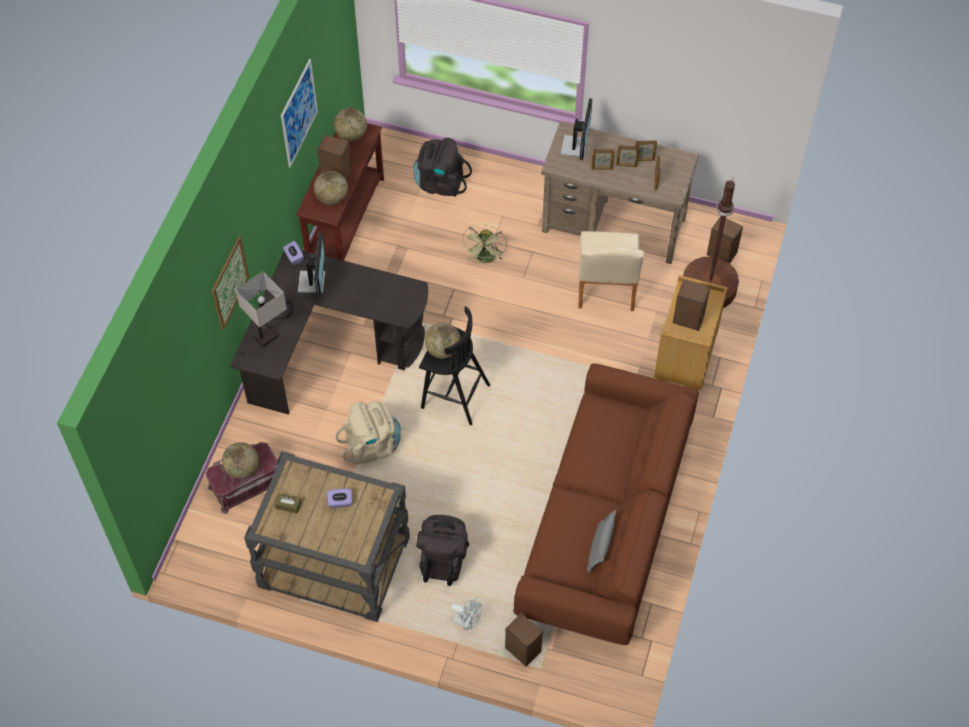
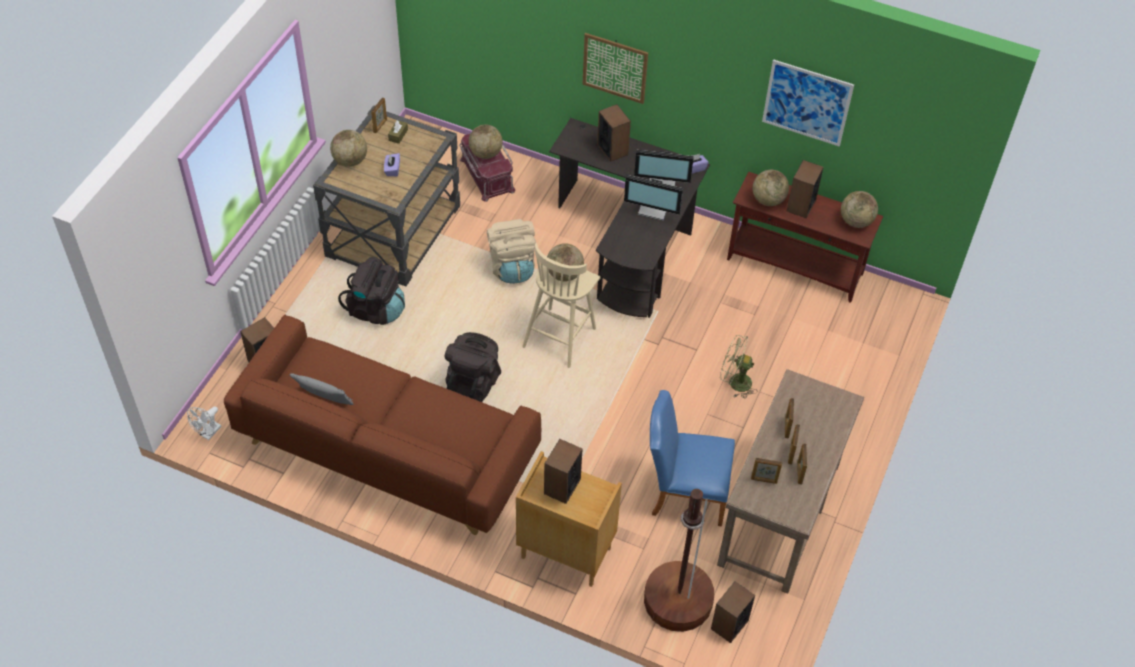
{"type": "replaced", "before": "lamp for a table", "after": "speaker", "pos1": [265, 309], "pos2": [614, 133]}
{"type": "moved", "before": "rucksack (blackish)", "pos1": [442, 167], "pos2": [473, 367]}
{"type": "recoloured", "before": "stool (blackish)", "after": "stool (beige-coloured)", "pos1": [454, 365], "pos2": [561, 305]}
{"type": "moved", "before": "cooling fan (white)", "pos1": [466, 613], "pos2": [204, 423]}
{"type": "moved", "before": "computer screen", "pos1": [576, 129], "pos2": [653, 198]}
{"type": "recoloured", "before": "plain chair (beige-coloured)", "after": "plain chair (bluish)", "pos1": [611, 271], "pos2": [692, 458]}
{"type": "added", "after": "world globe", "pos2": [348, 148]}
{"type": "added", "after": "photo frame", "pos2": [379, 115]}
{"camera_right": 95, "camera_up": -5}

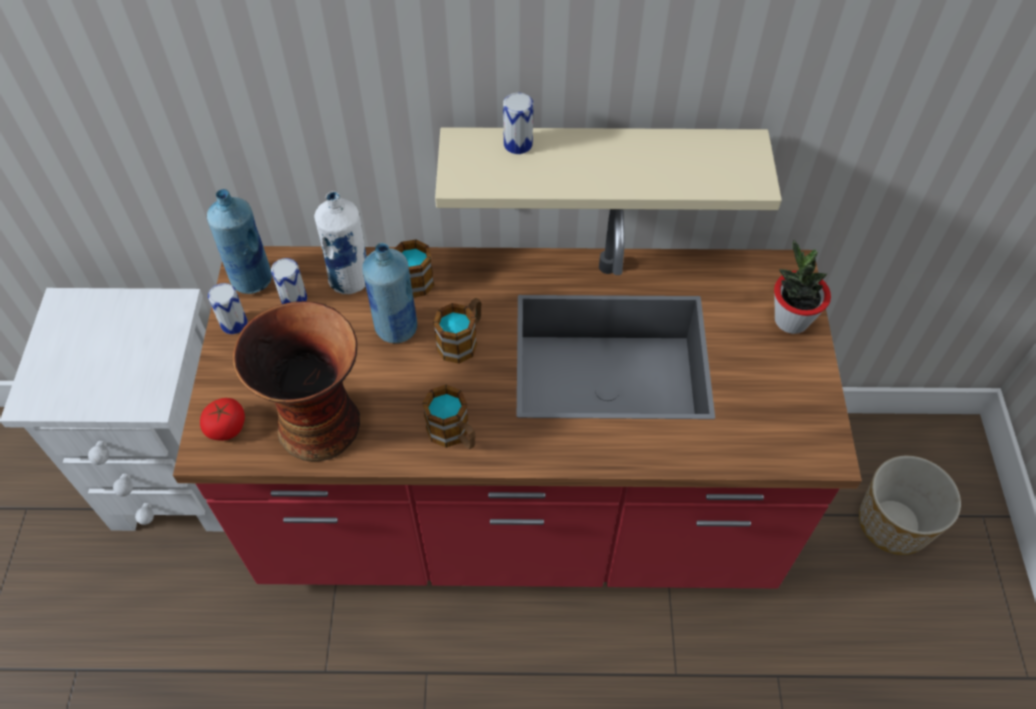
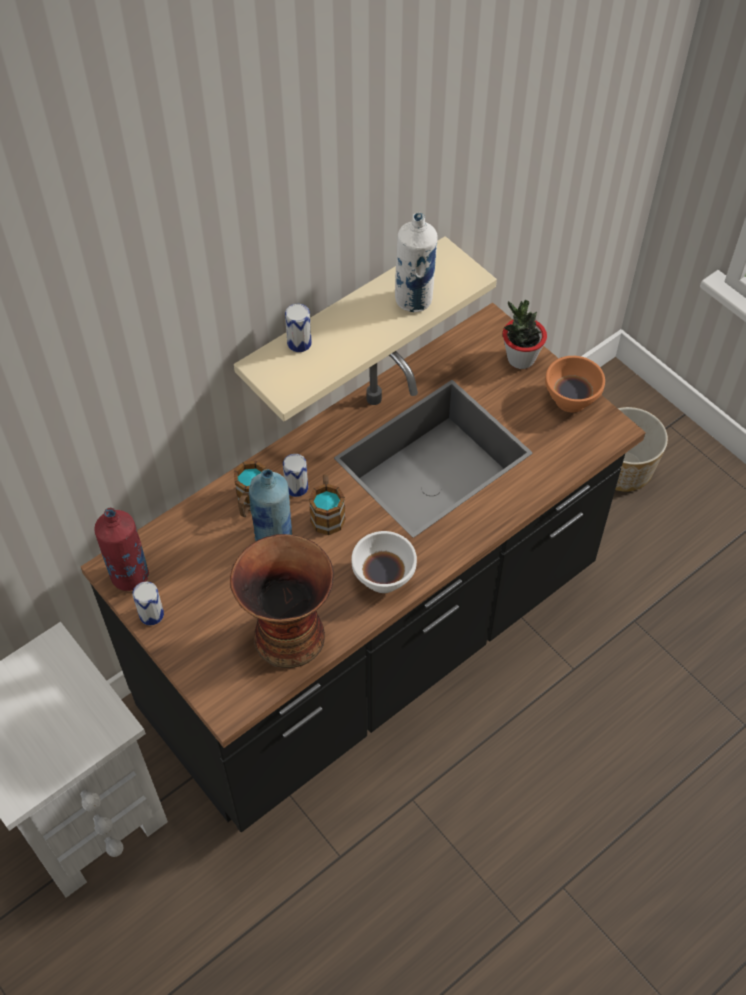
{"type": "recoloured", "before": "counter (red)", "after": "counter (blackish)", "pos1": [517, 398], "pos2": [363, 567]}
{"type": "removed", "before": "tomato", "pos1": [222, 419]}
{"type": "recoloured", "before": "bottle (bluish)", "after": "bottle (red)", "pos1": [239, 241], "pos2": [121, 549]}
{"type": "moved", "before": "can", "pos1": [289, 281], "pos2": [295, 475]}
{"type": "moved", "before": "bottle (white)", "pos1": [340, 242], "pos2": [416, 262]}
{"type": "replaced", "before": "coffee mug", "after": "serving bowl (white)", "pos1": [449, 417], "pos2": [384, 562]}
{"type": "added", "after": "serving bowl (orange-coloured)", "pos2": [575, 384]}
{"camera_right": -40, "camera_up": 0}

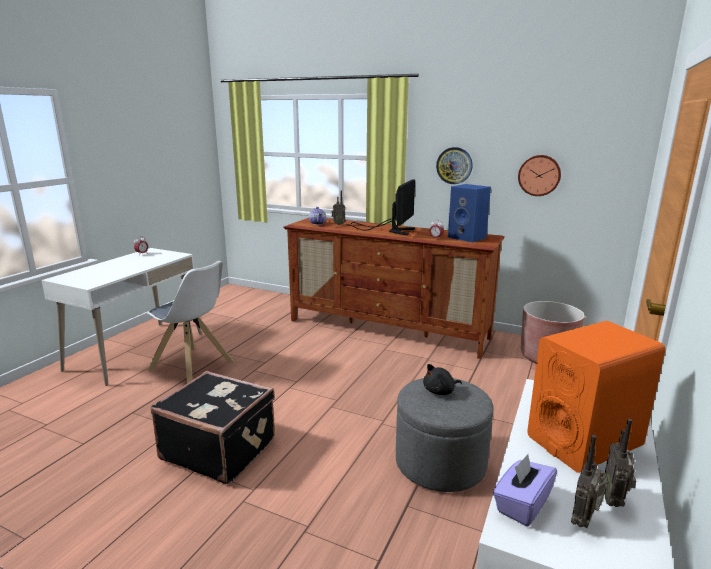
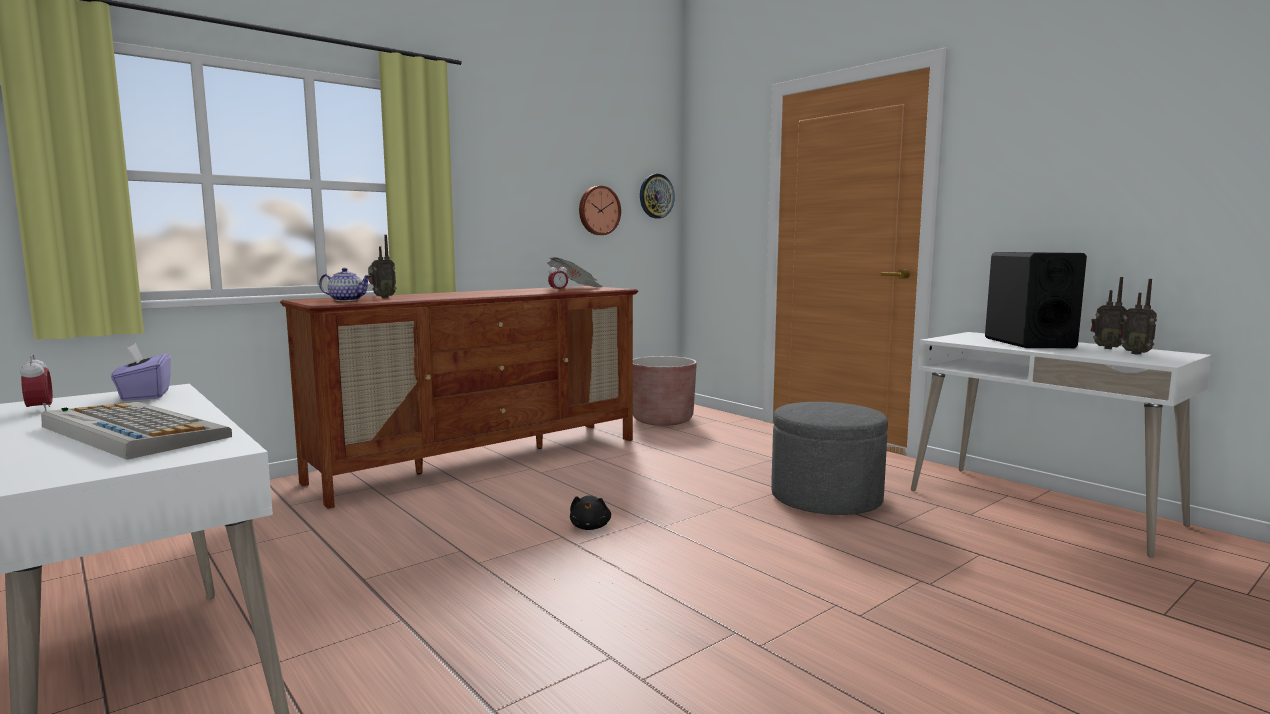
{"type": "removed", "before": "plain chair", "pos1": [190, 322]}
{"type": "removed", "before": "piece of luggage (blackish)", "pos1": [213, 427]}
{"type": "removed", "before": "computer screen", "pos1": [381, 208]}
{"type": "moved", "before": "soft toy (blackish)", "pos1": [442, 379], "pos2": [590, 512]}
{"type": "moved", "before": "wall clock", "pos1": [454, 165], "pos2": [657, 196]}
{"type": "replaced", "before": "speaker (bluish)", "after": "newspaper", "pos1": [469, 213], "pos2": [575, 272]}
{"type": "moved", "before": "tissue box (purplish)", "pos1": [525, 490], "pos2": [141, 372]}
{"type": "recoloured", "before": "speaker (orange-coloured)", "after": "speaker (blackish)", "pos1": [596, 397], "pos2": [1036, 300]}
{"type": "added", "after": "keyboard", "pos2": [136, 431]}
{"camera_right": -65, "camera_up": -10}

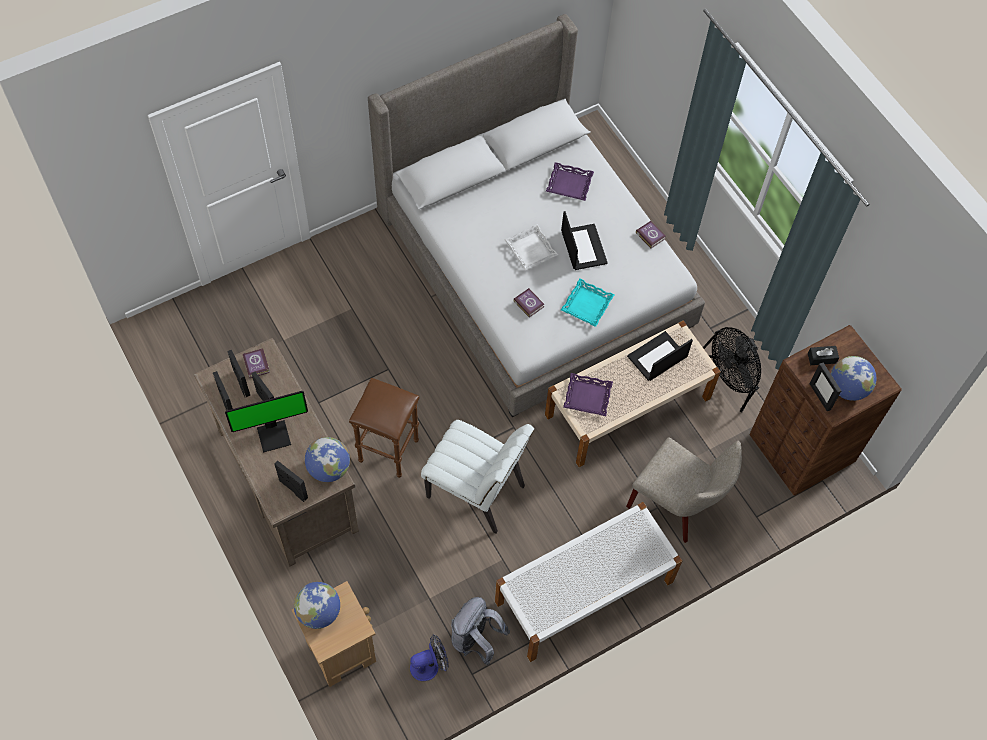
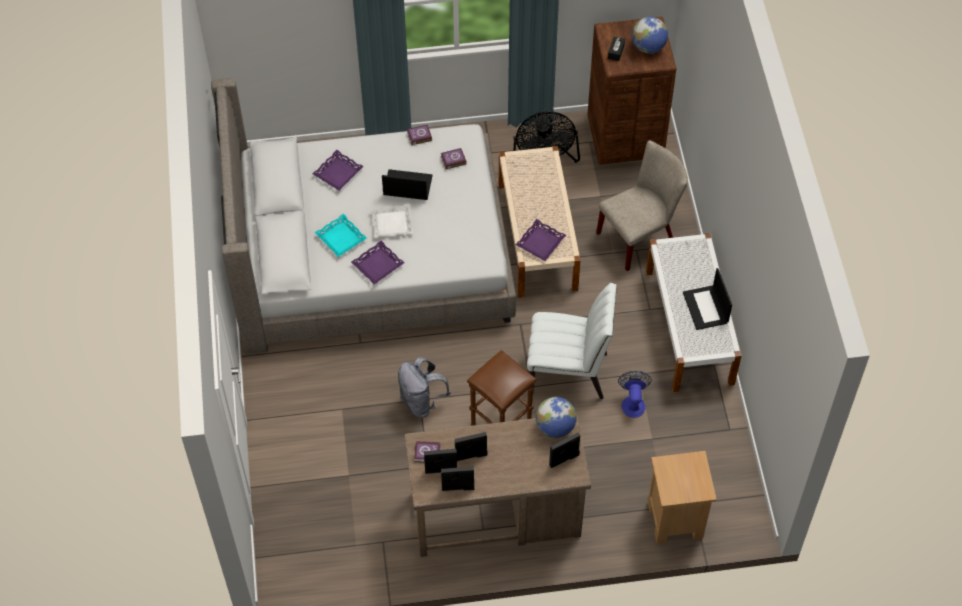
{"type": "removed", "before": "computer screen", "pos1": [266, 421]}
{"type": "removed", "before": "world globe", "pos1": [317, 605]}
{"type": "moved", "before": "cooling fan", "pos1": [429, 657], "pos2": [635, 394]}
{"type": "turned", "before": "plain chair (white)", "pos1": [477, 477], "pos2": [572, 341], "turn": 45}
{"type": "moved", "before": "rucksack (greyish)", "pos1": [480, 631], "pos2": [424, 387]}
{"type": "moved", "before": "bound book", "pos1": [528, 303], "pos2": [454, 158]}
{"type": "moved", "before": "carrying tray (turquoise)", "pos1": [588, 303], "pos2": [341, 235]}
{"type": "moved", "before": "laptop", "pos1": [660, 356], "pos2": [707, 299]}
{"type": "removed", "before": "photo frame", "pos1": [825, 387]}
{"type": "added", "after": "carrying tray (purplish)", "pos2": [378, 262]}
{"camera_right": -65, "camera_up": -5}

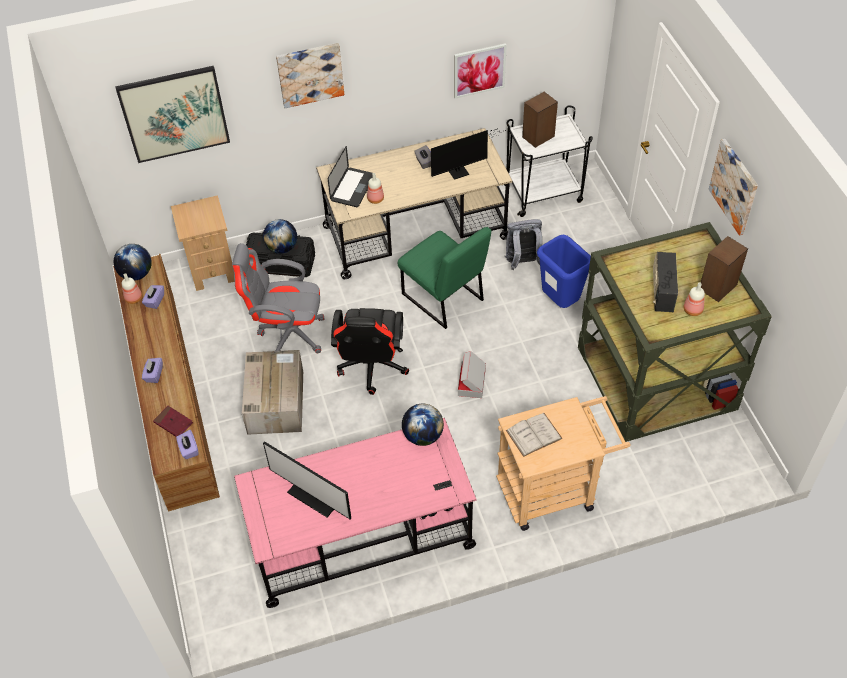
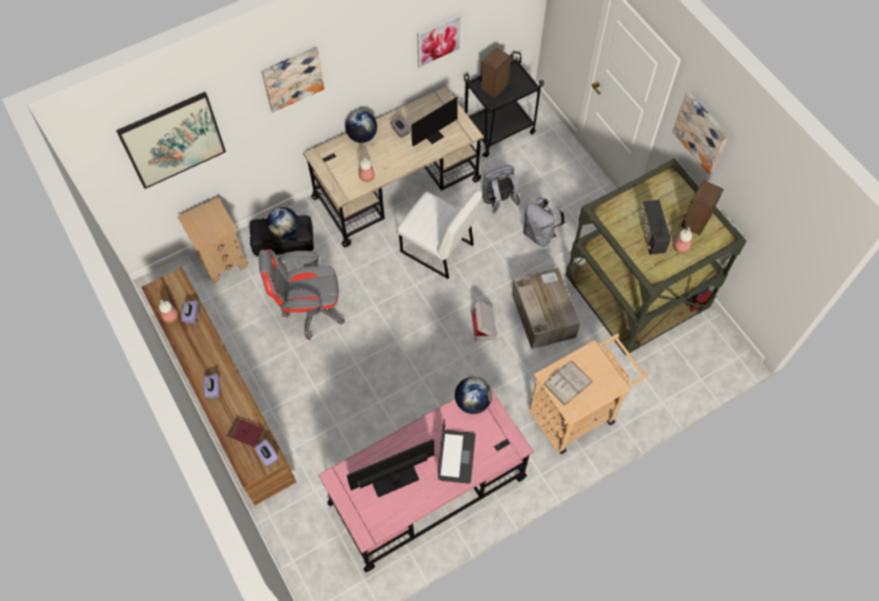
{"type": "moved", "before": "world globe", "pos1": [133, 262], "pos2": [361, 126]}
{"type": "moved", "before": "carton", "pos1": [272, 392], "pos2": [546, 308]}
{"type": "turned", "before": "computer screen", "pos1": [307, 480], "pos2": [390, 468], "turn": 135}
{"type": "moved", "before": "laptop", "pos1": [350, 176], "pos2": [456, 451]}
{"type": "removed", "before": "desk chair (blackish)", "pos1": [370, 351]}
{"type": "recoloured", "before": "plain chair (green-coloured)", "after": "plain chair (white)", "pos1": [444, 278], "pos2": [439, 235]}
{"type": "recoloured", "before": "trolley (white)", "after": "trolley (blackish)", "pos1": [549, 161], "pos2": [504, 104]}
{"type": "replaced", "before": "waste bin (bluish)", "after": "rucksack (greyish)", "pos1": [564, 271], "pos2": [544, 222]}
{"camera_right": -15, "camera_up": 10}

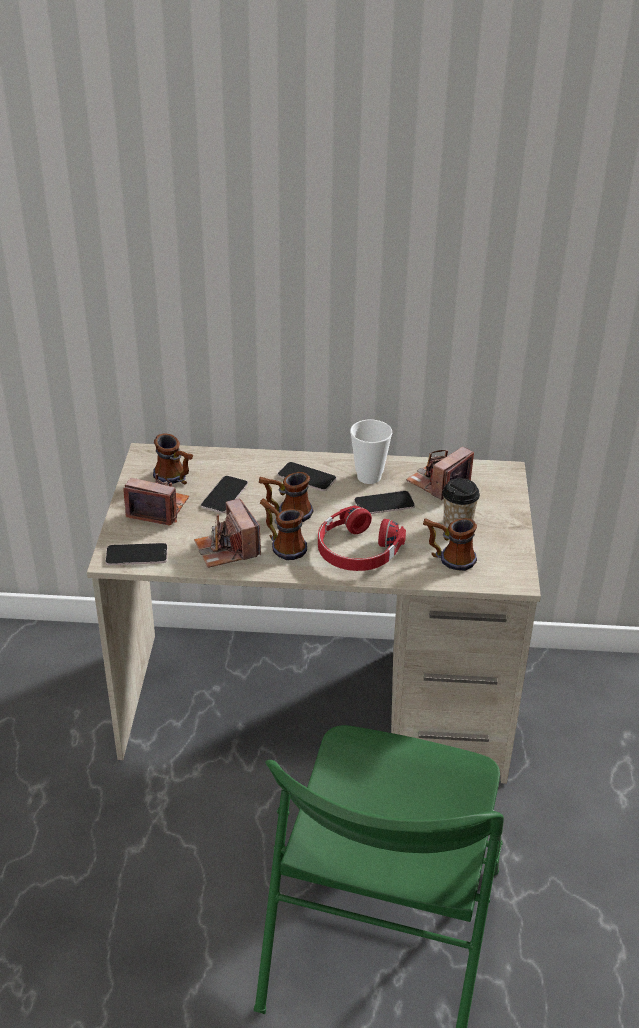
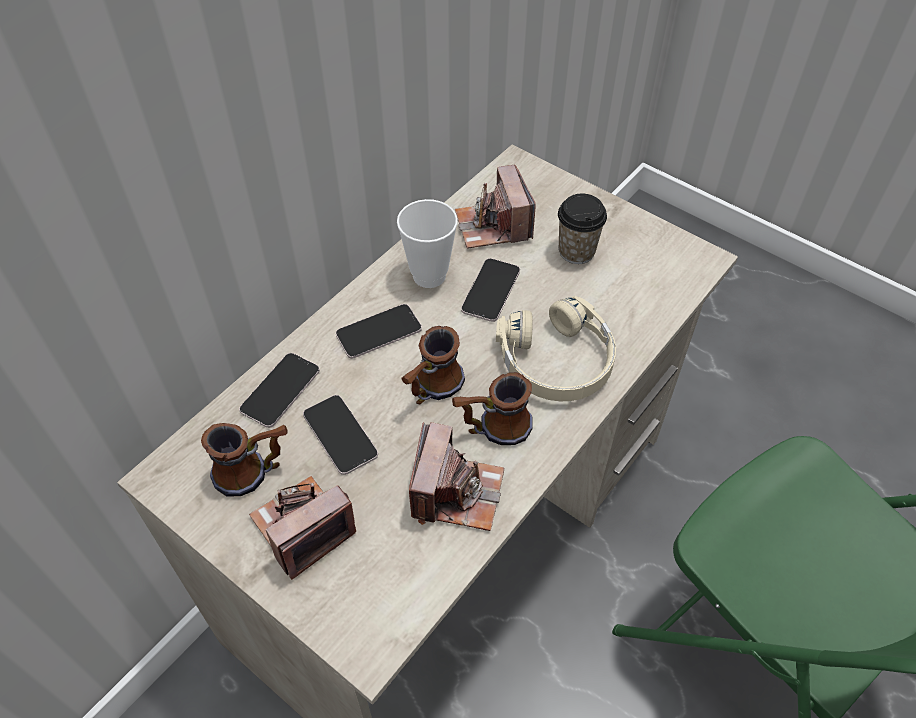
{"type": "moved", "before": "phone", "pos1": [136, 554], "pos2": [279, 390]}
{"type": "turned", "before": "still camera", "pos1": [227, 533], "pos2": [456, 476], "turn": -90}
{"type": "recoloured", "before": "headset (red)", "after": "headset (beige-coloured)", "pos1": [362, 538], "pos2": [556, 348]}
{"type": "removed", "before": "coffee mug", "pos1": [450, 544]}
{"camera_right": -55, "camera_up": 15}

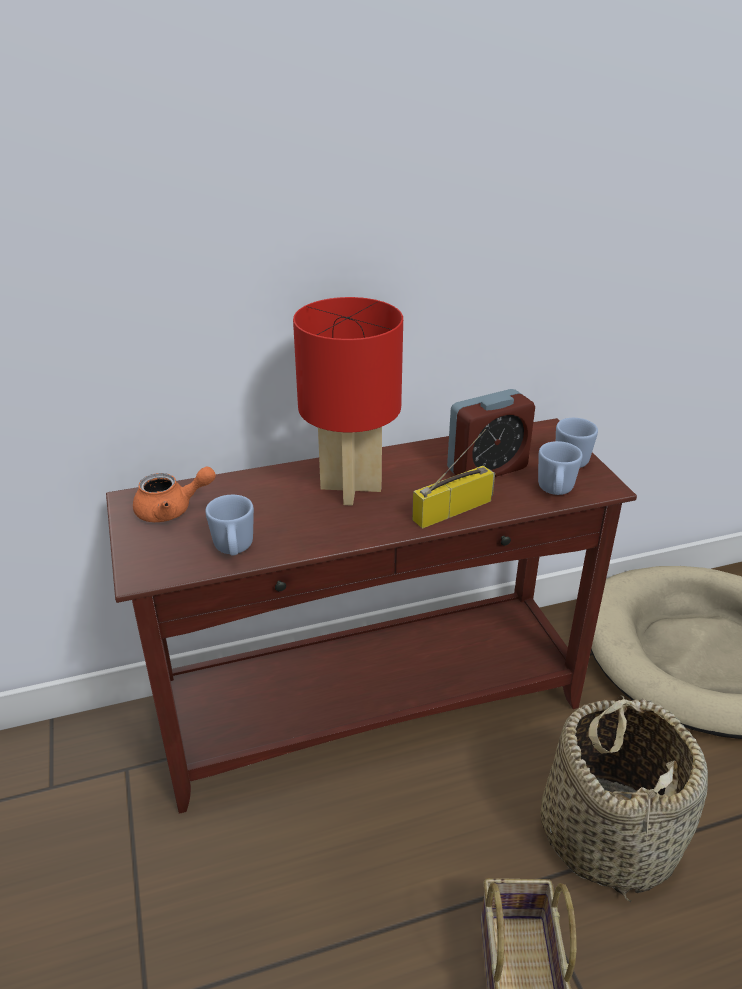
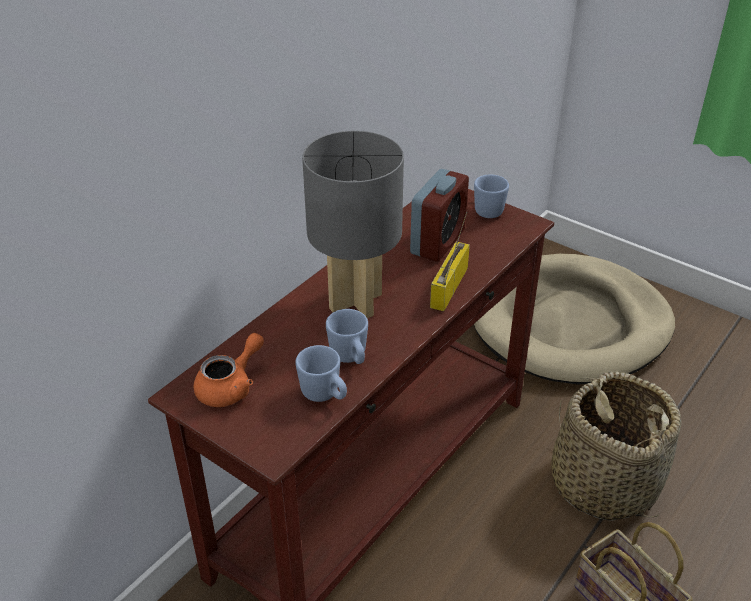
{"type": "recoloured", "before": "lamp for a table (red)", "after": "lamp for a table (greyish)", "pos1": [348, 401], "pos2": [353, 224]}
{"type": "moved", "before": "coffee mug (bluish)", "pos1": [560, 468], "pos2": [347, 336]}
{"camera_right": -35, "camera_up": 5}

